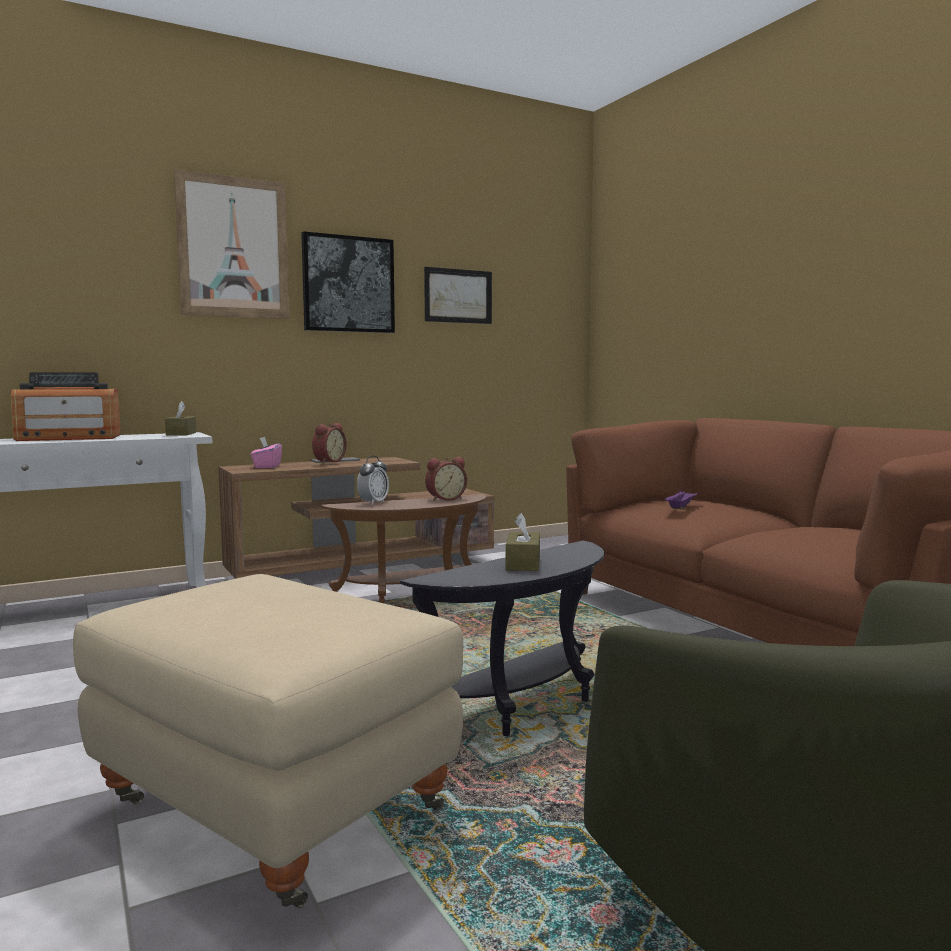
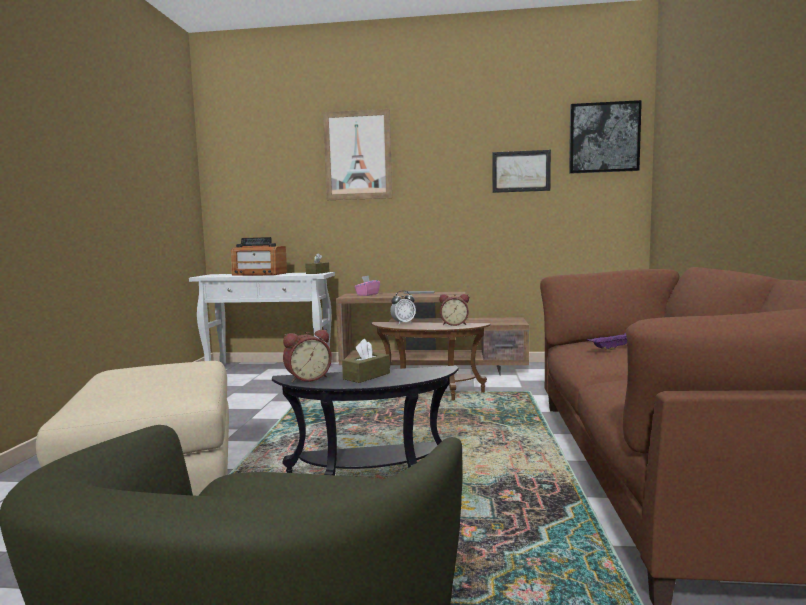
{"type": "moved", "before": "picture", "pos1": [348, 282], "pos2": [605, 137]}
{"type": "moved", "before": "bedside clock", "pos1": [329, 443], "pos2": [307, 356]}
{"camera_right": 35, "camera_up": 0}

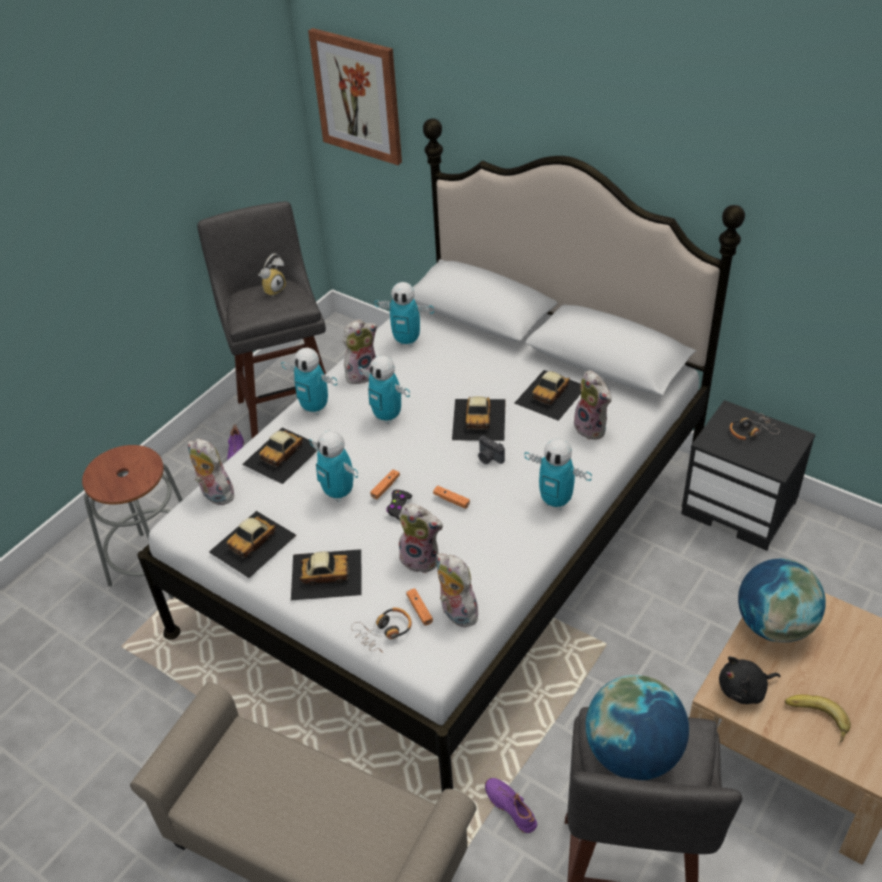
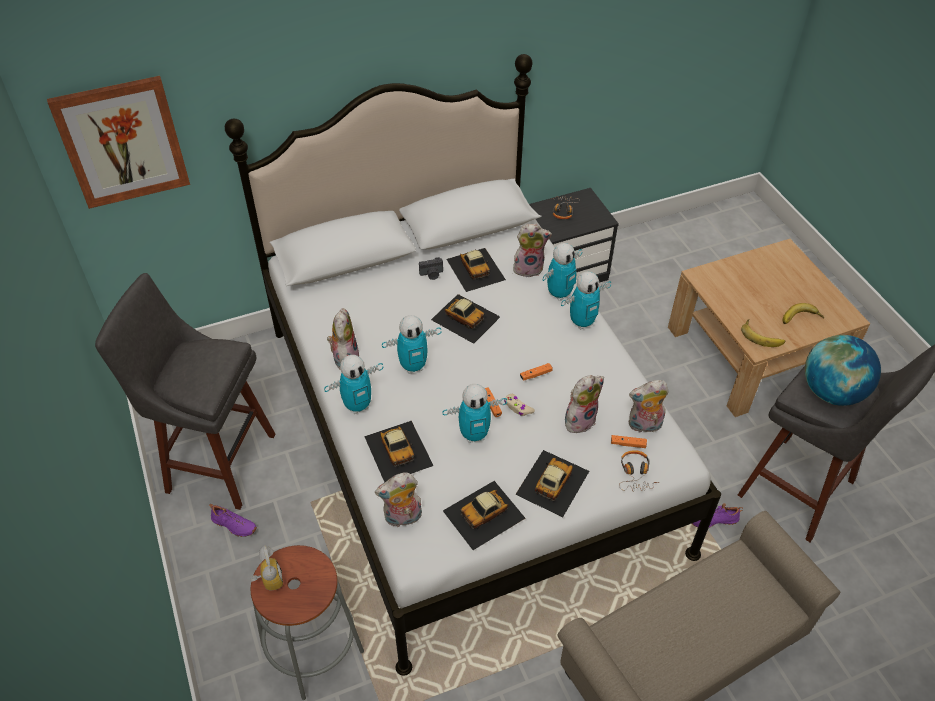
{"type": "turned", "before": "miniature car", "pos1": [252, 544], "pos2": [484, 515], "turn": 75}
{"type": "moved", "before": "bedside clock", "pos1": [272, 275], "pos2": [266, 568]}
{"type": "moved", "before": "toy robot", "pos1": [404, 314], "pos2": [562, 272]}
{"type": "recoloured", "before": "game controller (blackish)", "after": "game controller (beige-coloured)", "pos1": [399, 505], "pos2": [519, 405]}
{"type": "moved", "before": "still camera", "pos1": [491, 449], "pos2": [431, 268]}
{"type": "replaced", "before": "soft toy (blackish)", "after": "whole banana", "pos1": [749, 680], "pos2": [763, 332]}
{"type": "removed", "before": "world globe", "pos1": [782, 601]}
{"camera_right": -60, "camera_up": 5}

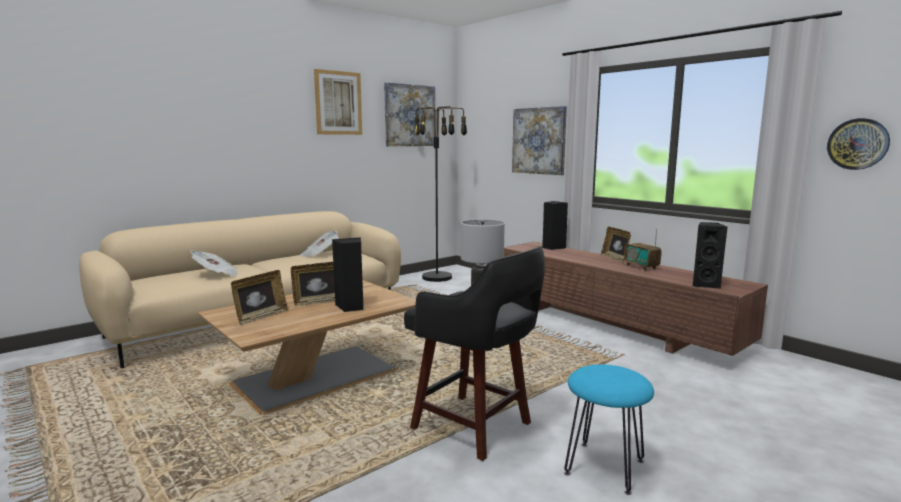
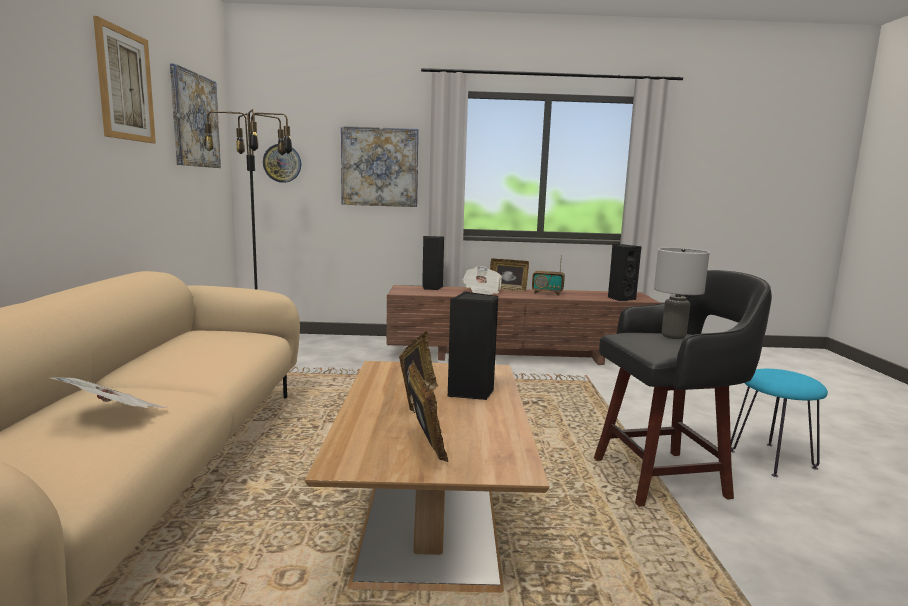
{"type": "moved", "before": "newspaper", "pos1": [319, 244], "pos2": [482, 280]}
{"type": "moved", "before": "wall clock", "pos1": [858, 144], "pos2": [282, 163]}
{"camera_right": -50, "camera_up": 0}

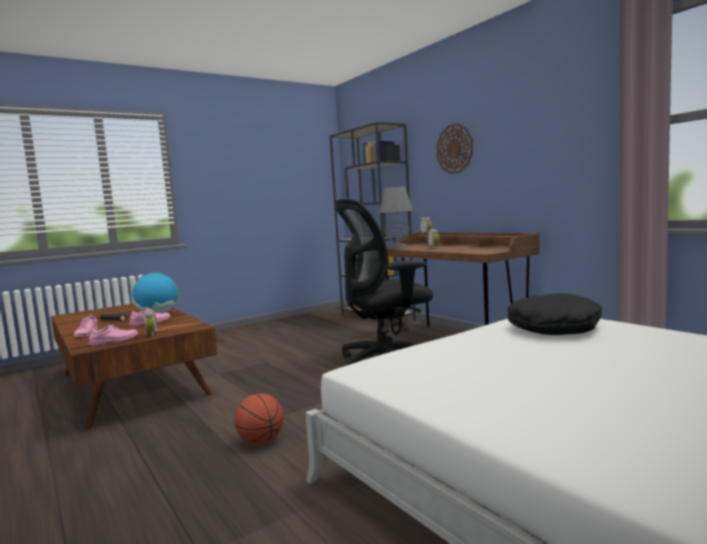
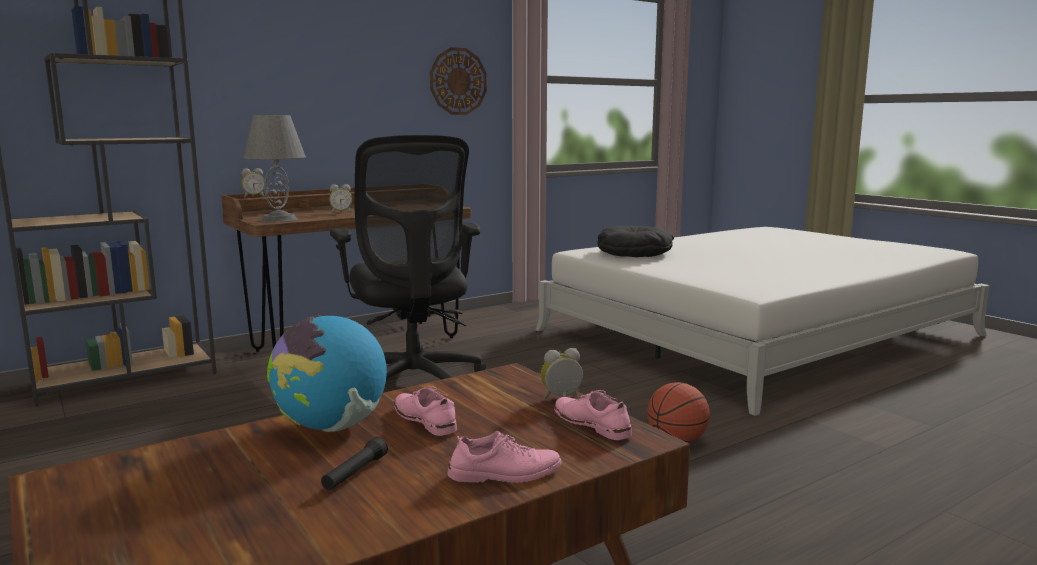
{"type": "moved", "before": "wall clock", "pos1": [454, 148], "pos2": [458, 81]}
{"camera_right": -90, "camera_up": 5}

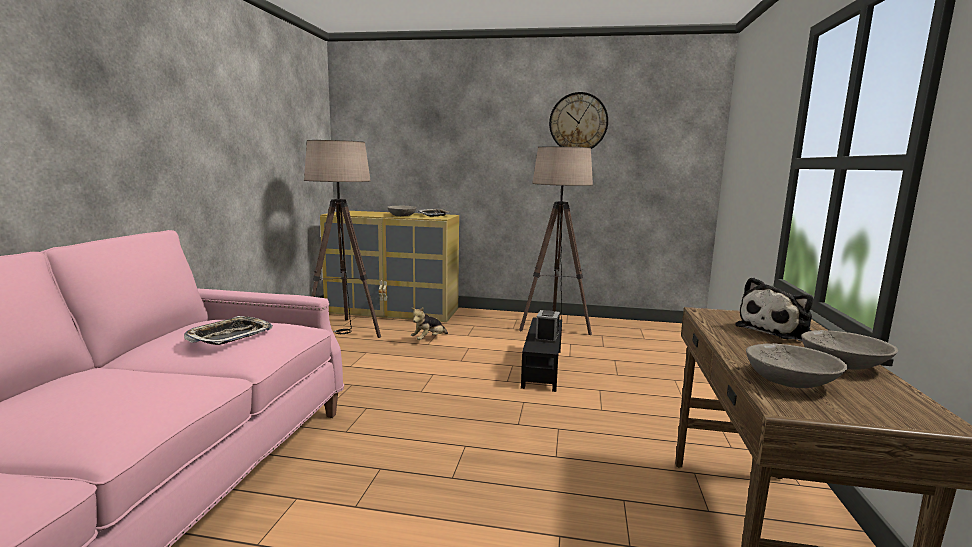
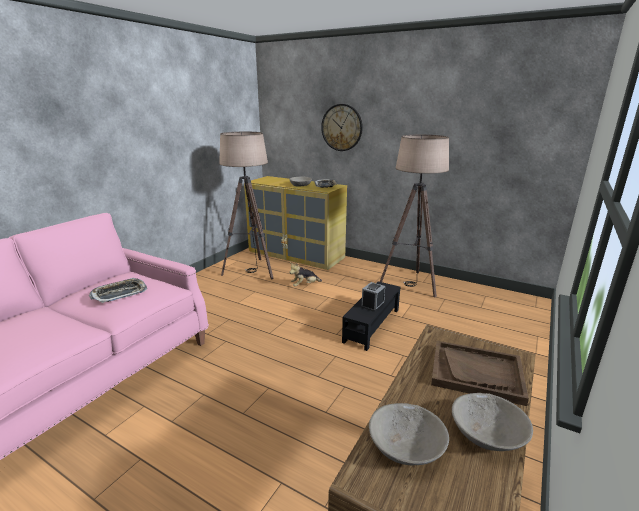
{"type": "moved", "before": "wall clock", "pos1": [578, 120], "pos2": [342, 127]}
{"type": "replaced", "before": "soft toy", "after": "carrying tray (brown-coloured)", "pos1": [774, 309], "pos2": [480, 373]}
{"camera_right": 20, "camera_up": 10}

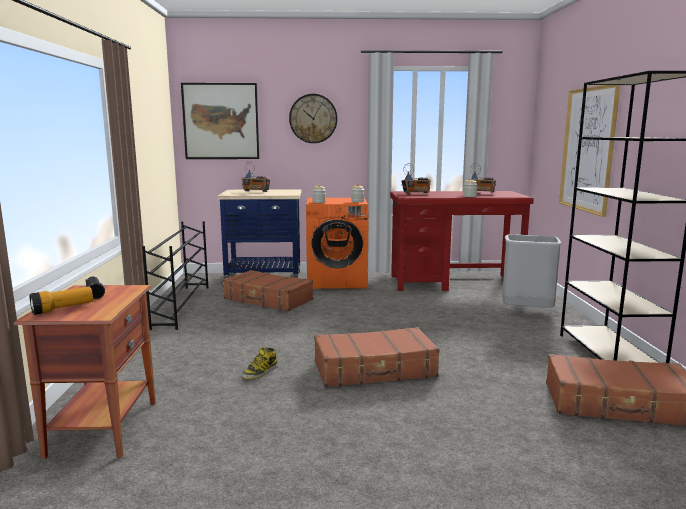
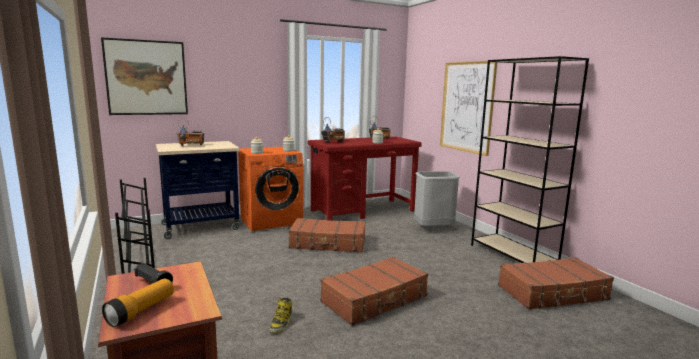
{"type": "moved", "before": "piece of luggage (brown-coloured)", "pos1": [268, 291], "pos2": [326, 235]}
{"type": "removed", "before": "wall clock", "pos1": [313, 118]}
{"camera_right": -25, "camera_up": 0}

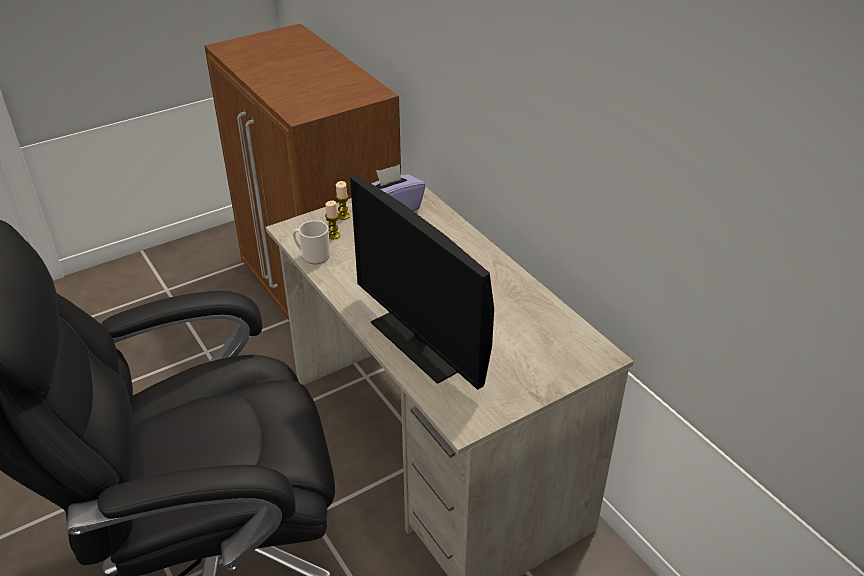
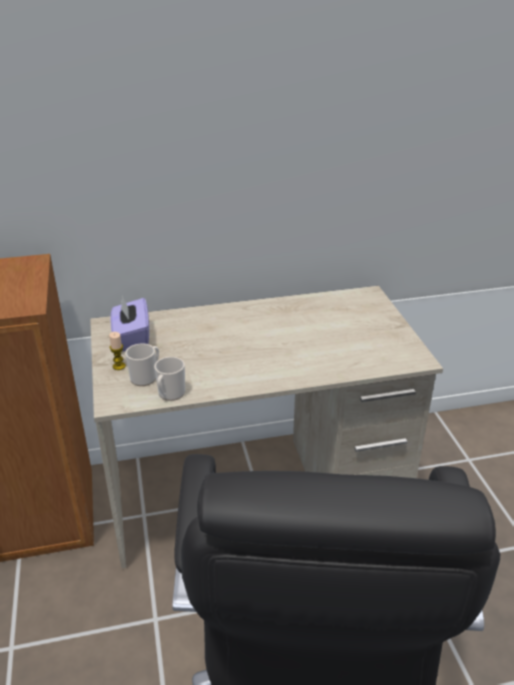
{"type": "replaced", "before": "wax candle", "after": "coffee mug", "pos1": [332, 220], "pos2": [142, 364]}
{"type": "removed", "before": "computer screen", "pos1": [422, 282]}
{"camera_right": -70, "camera_up": -5}

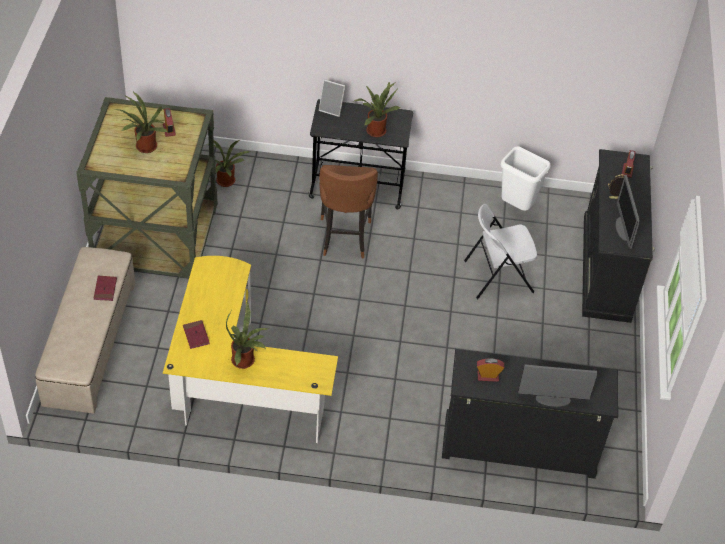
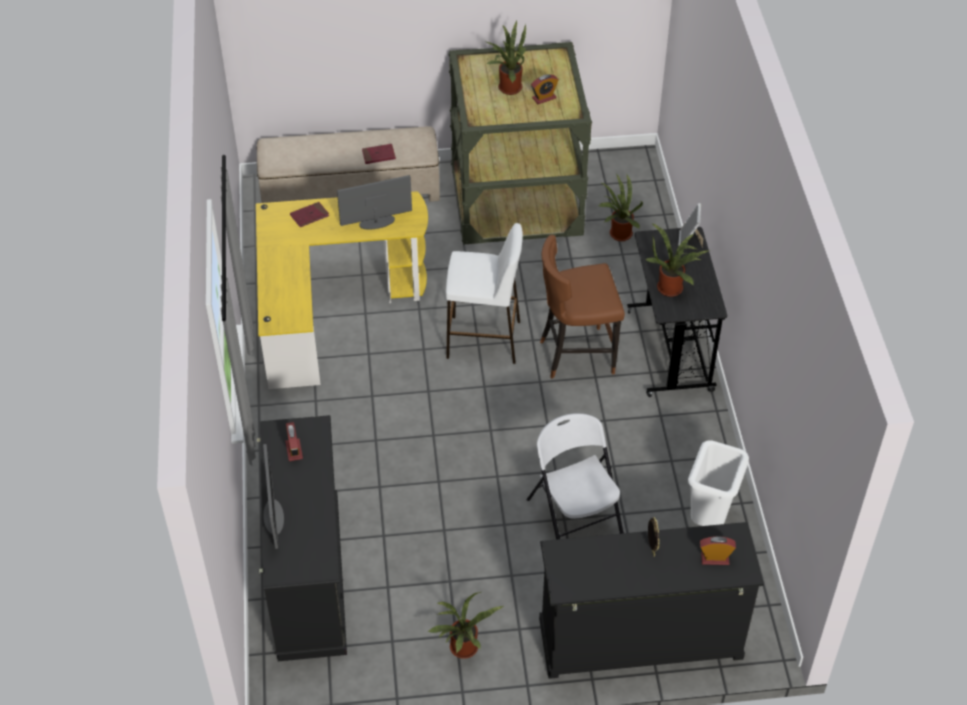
{"type": "moved", "before": "houseplant", "pos1": [247, 335], "pos2": [465, 625]}
{"type": "moved", "before": "computer screen", "pos1": [628, 212], "pos2": [374, 202]}
{"type": "added", "after": "stool (white)", "pos2": [484, 293]}
{"camera_right": 80, "camera_up": 0}

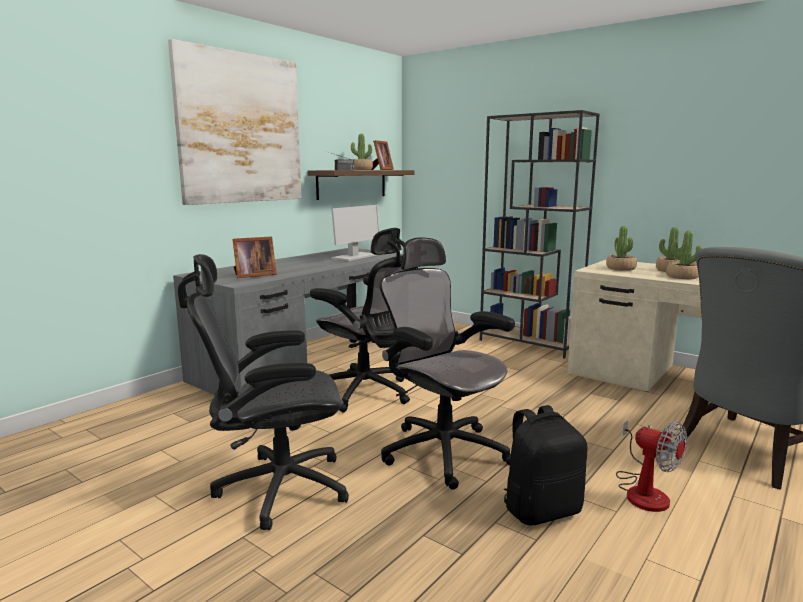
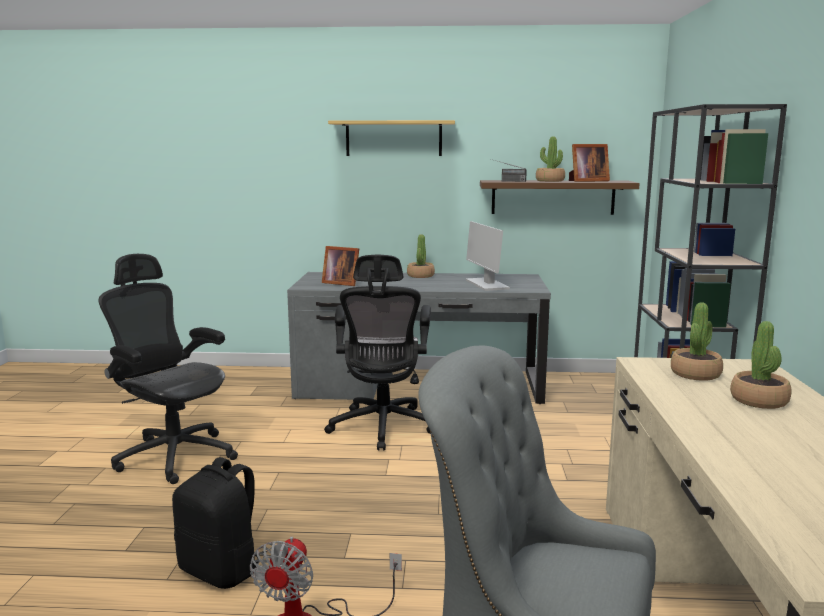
{"type": "replaced", "before": "picture", "after": "wall shelf", "pos1": [234, 122], "pos2": [391, 138]}
{"type": "turned", "before": "computer screen", "pos1": [356, 233], "pos2": [488, 256], "turn": 75}
{"type": "removed", "before": "desk chair", "pos1": [447, 363]}
{"type": "moved", "before": "houseplant", "pos1": [684, 255], "pos2": [421, 256]}
{"camera_right": 55, "camera_up": 0}

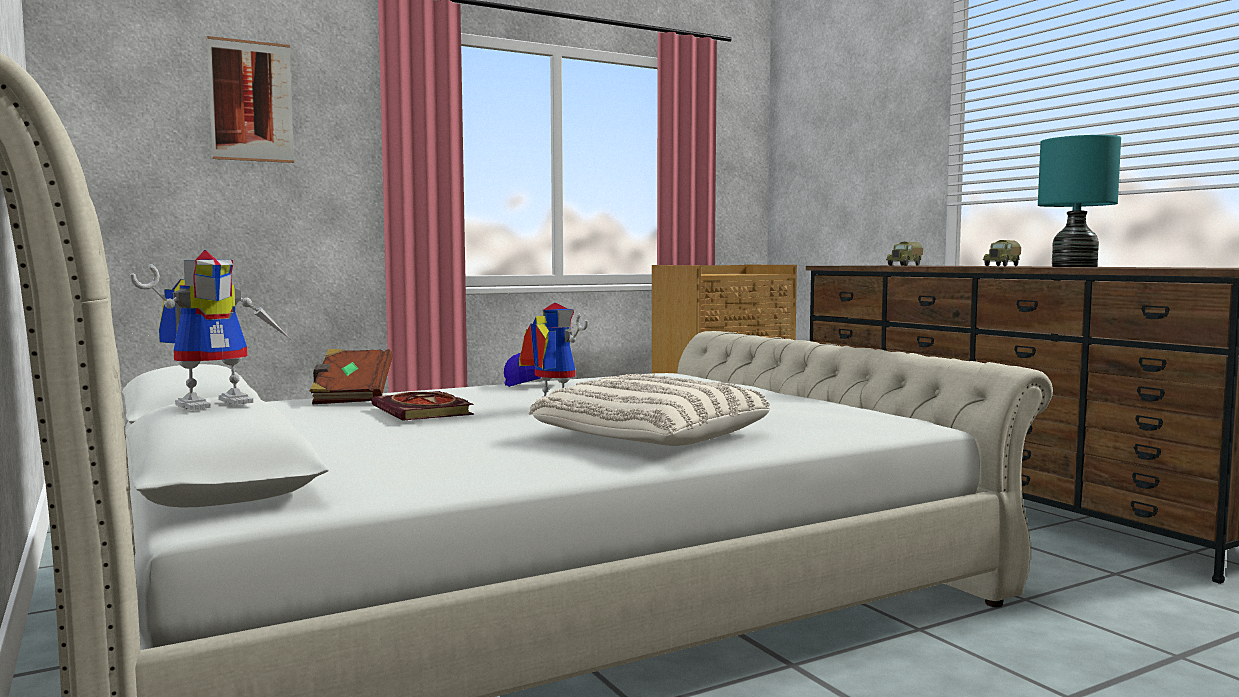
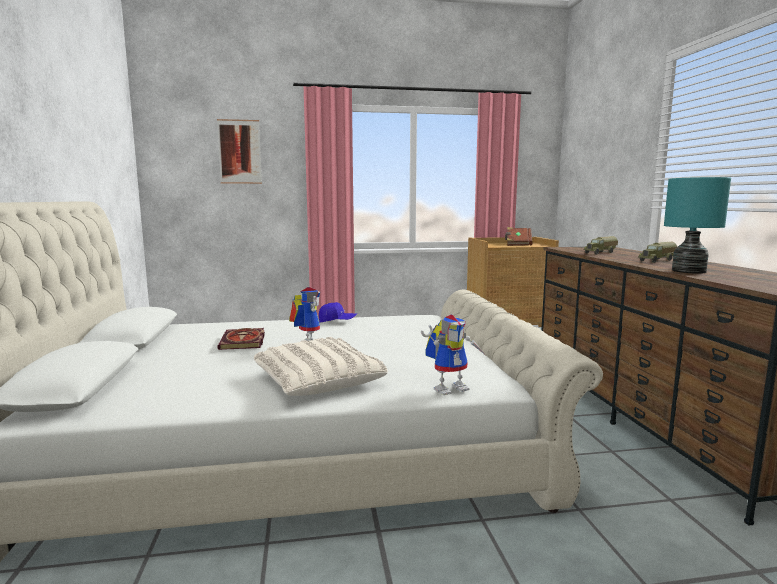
{"type": "moved", "before": "toy robot", "pos1": [210, 330], "pos2": [452, 354]}
{"type": "moved", "before": "bound book (brown-coloured)", "pos1": [350, 376], "pos2": [518, 236]}
{"camera_right": 20, "camera_up": 5}

